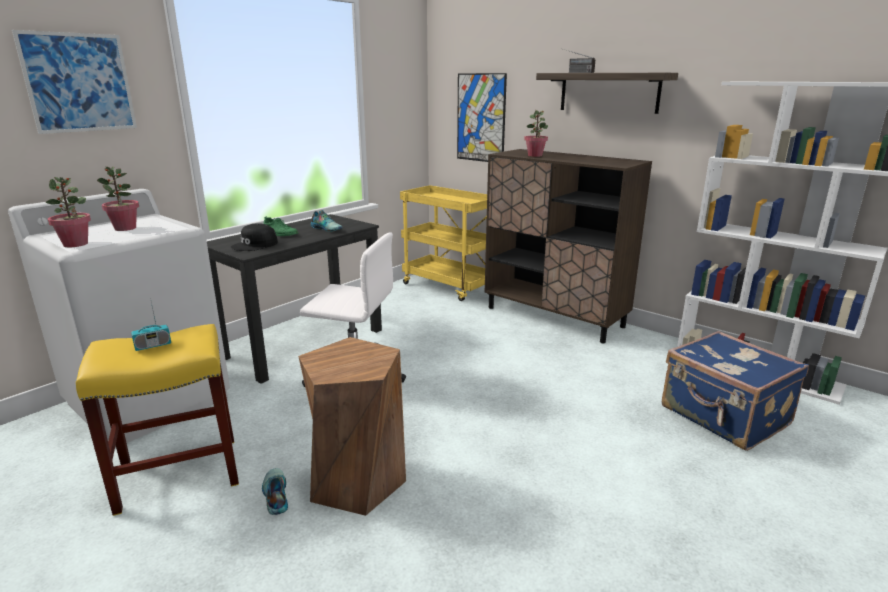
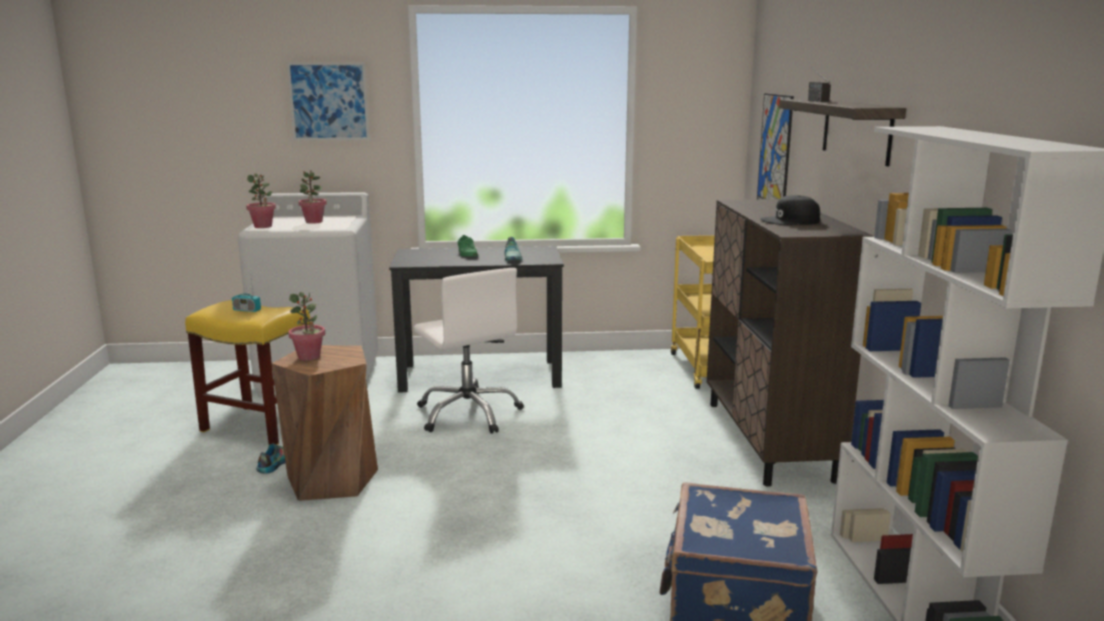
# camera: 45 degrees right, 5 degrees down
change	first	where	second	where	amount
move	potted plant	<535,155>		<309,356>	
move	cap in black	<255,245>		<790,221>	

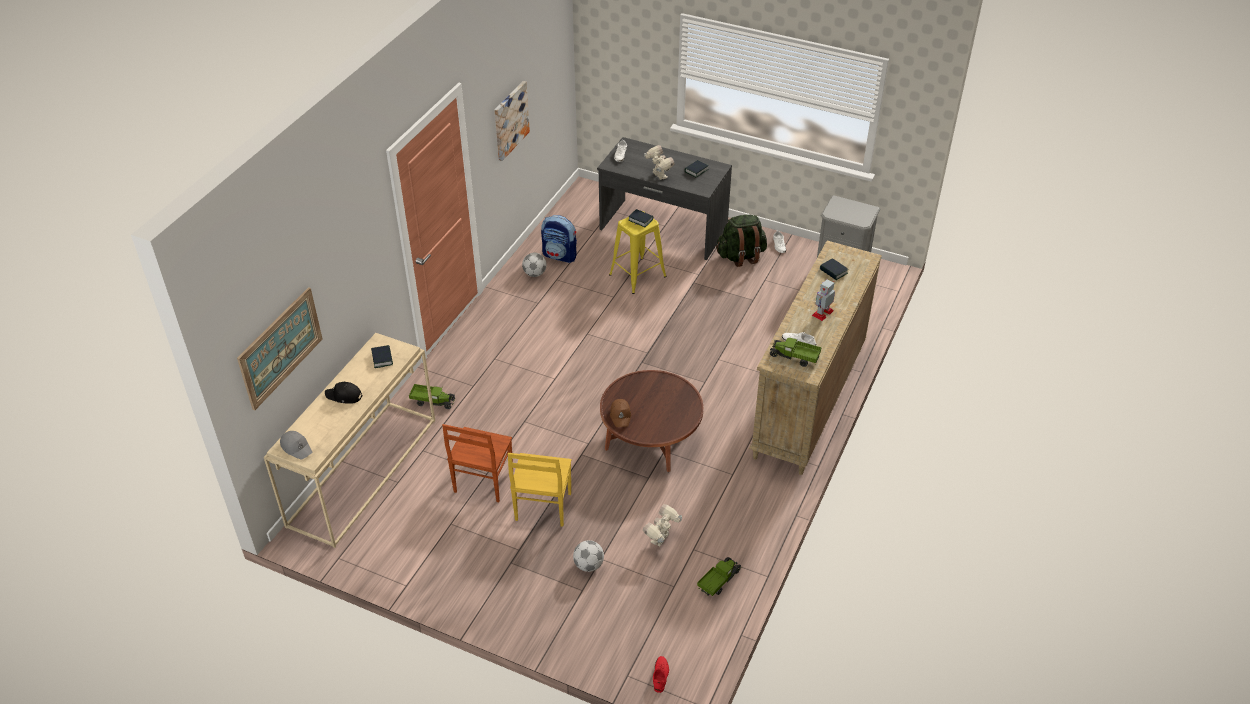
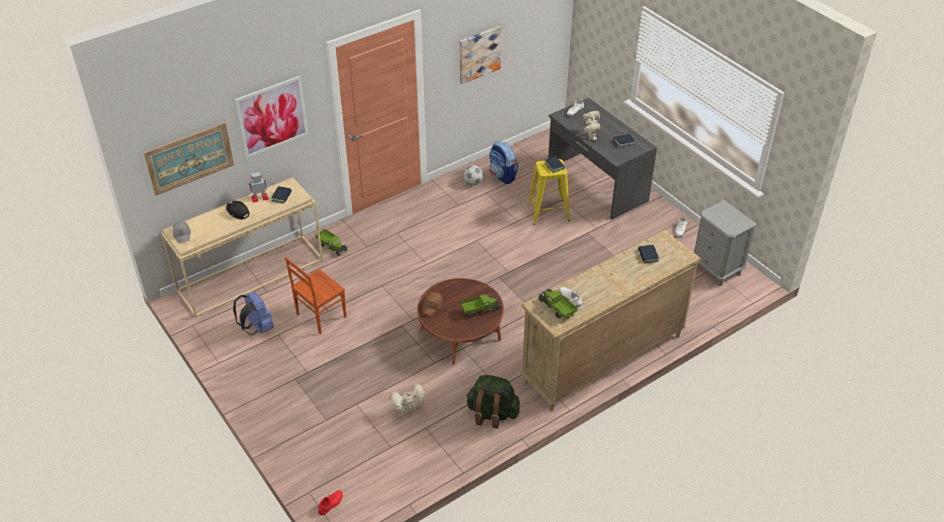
# camera: 30 degrees right, 0 degrees up
change	first	where	second	where	amount
move	backpack in green	<741,256>		<492,414>	
move	toy robot	<822,313>		<260,198>	
delete	chair in yellow	<542,507>			
delete	football	<588,565>			
move	toy truck	<718,581>		<480,309>	
insert			picture	<272,116>	
insert			backpack in blue	<257,328>	

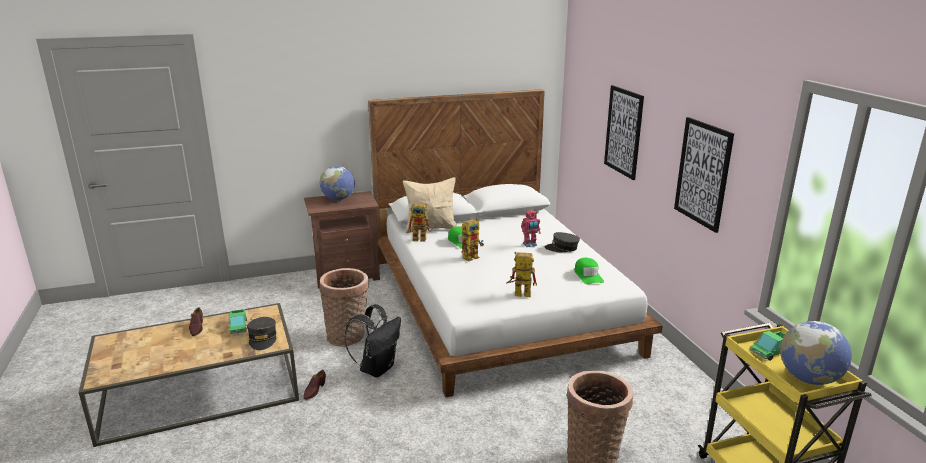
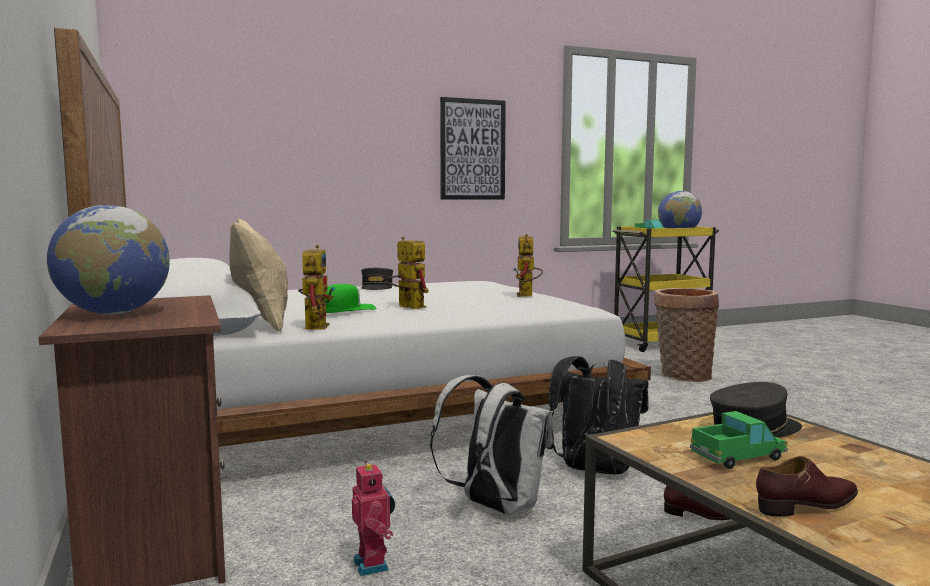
# camera: 95 degrees left, 15 degrees down
change	first	where	second	where	amount
delete	picture	<623,131>			
move	toy robot	<530,245>		<373,564>	
delete	cap in green	<588,275>			
replace	basket	<348,336>	backpack in white	<494,507>	

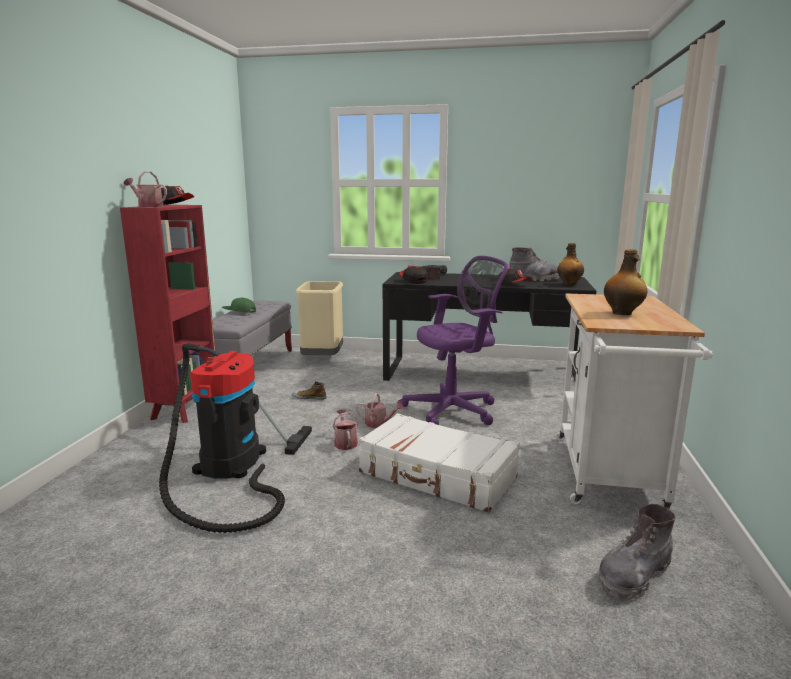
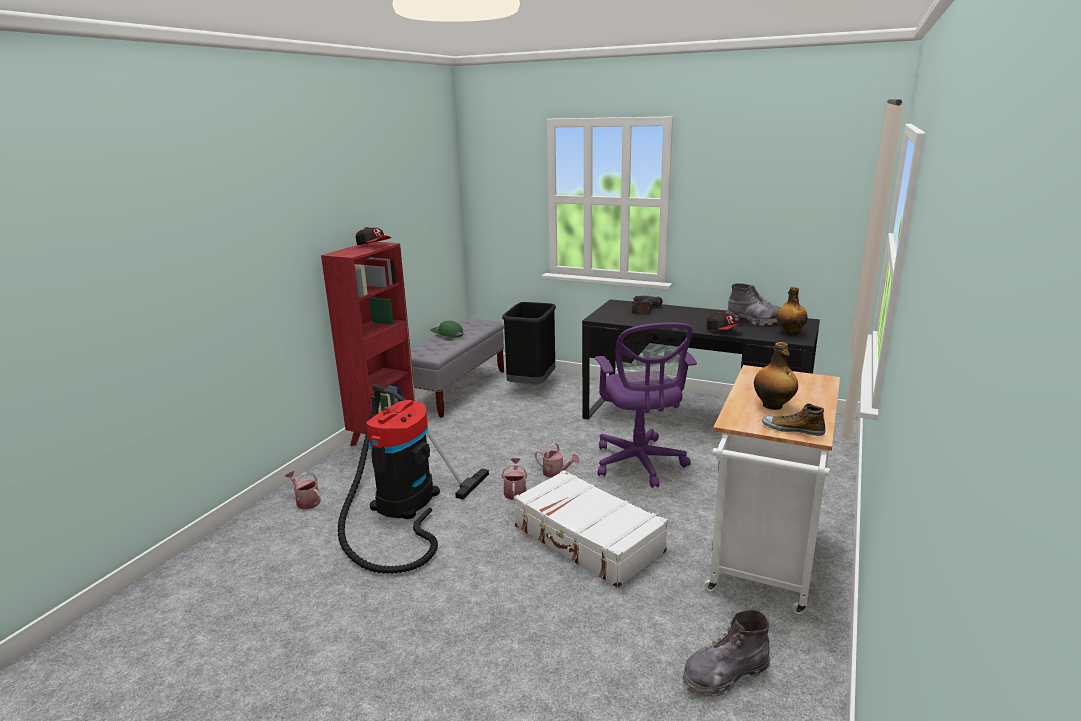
# camera: 15 degrees right, 5 degrees up
change	first	where	second	where	amount
move	watering can	<148,206>		<306,501>	
rotate	office chair in purple	<454,410>		<640,464>	90 degrees clockwise
delete	cap	<413,281>			
recolor	trash can in beige	<322,358>	trash can in black	<531,384>	
move	shoe	<309,397>		<792,429>	

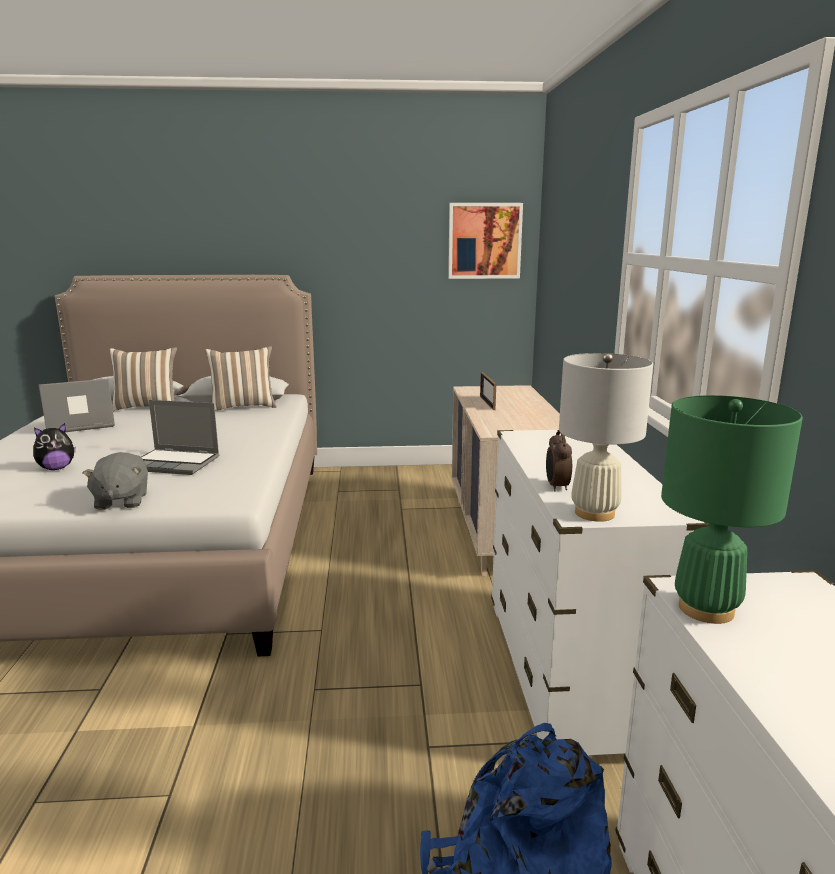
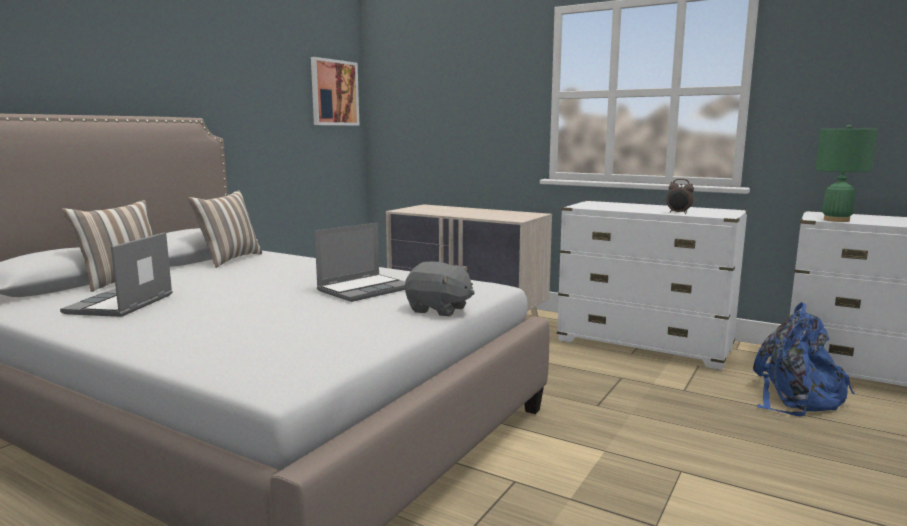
# camera: 55 degrees left, 5 degrees down
change	first	where	second	where	amount
delete	table lamp in white	<595,513>			
delete	picture frame	<487,403>			
delete	plush toy	<56,468>			

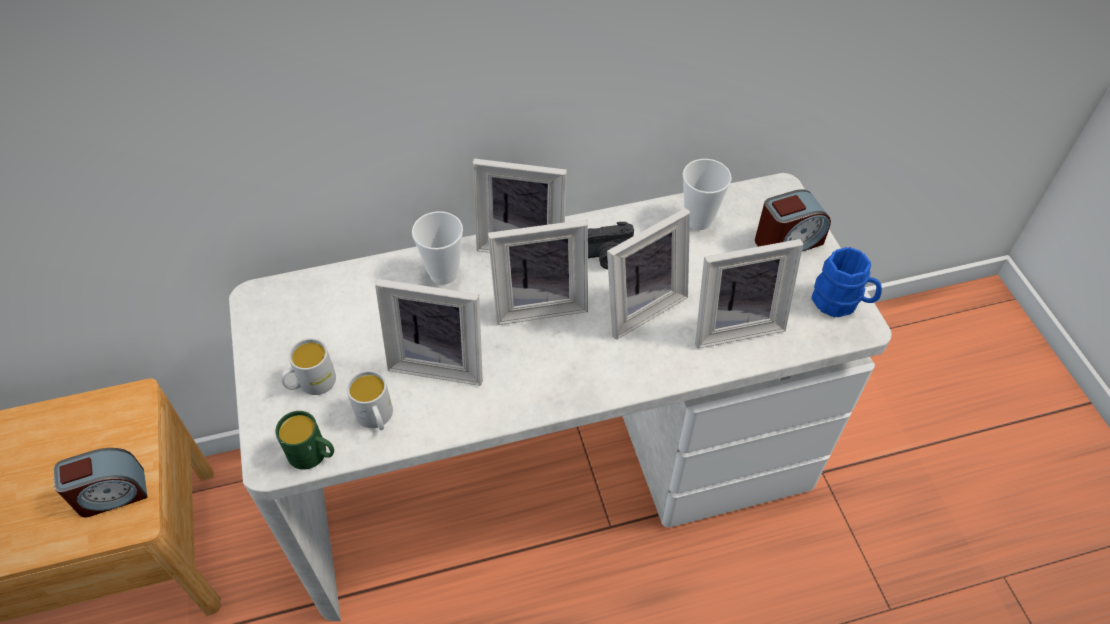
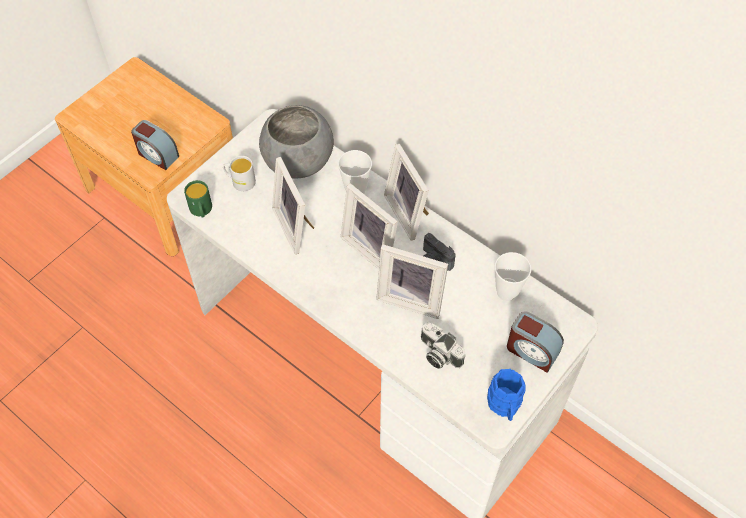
# camera: 55 degrees right, 5 degrees up
change	first	where	second	where	amount
replace	picture frame	<734,323>	photo camera	<438,354>	
delete	mug in white	<376,418>			
insert			bowl in grey	<298,163>	

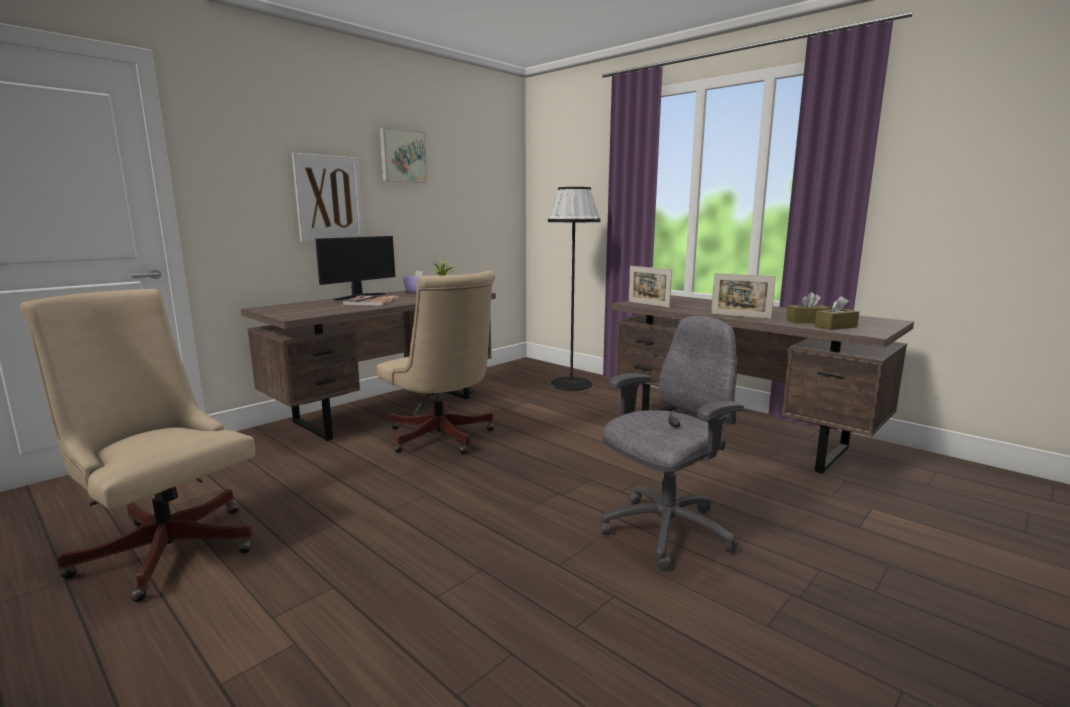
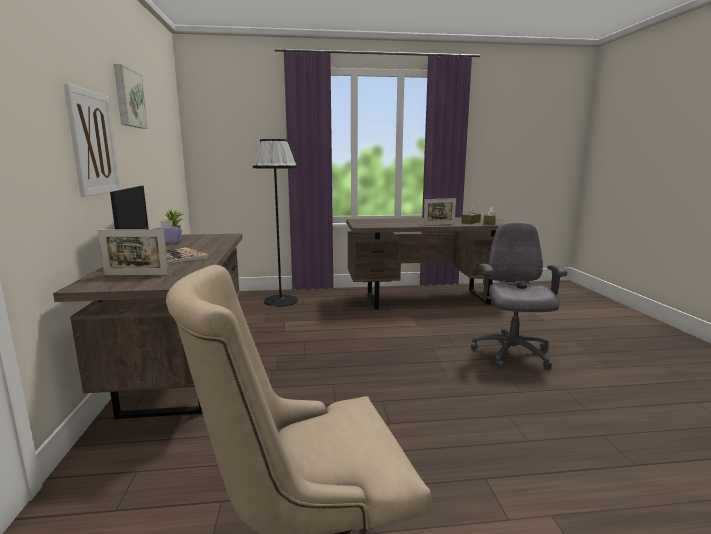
# camera: 50 degrees left, 0 degrees up
change	first	where	second	where	amount
move	picture frame	<648,304>		<136,275>	
delete	office chair in beige	<442,439>			

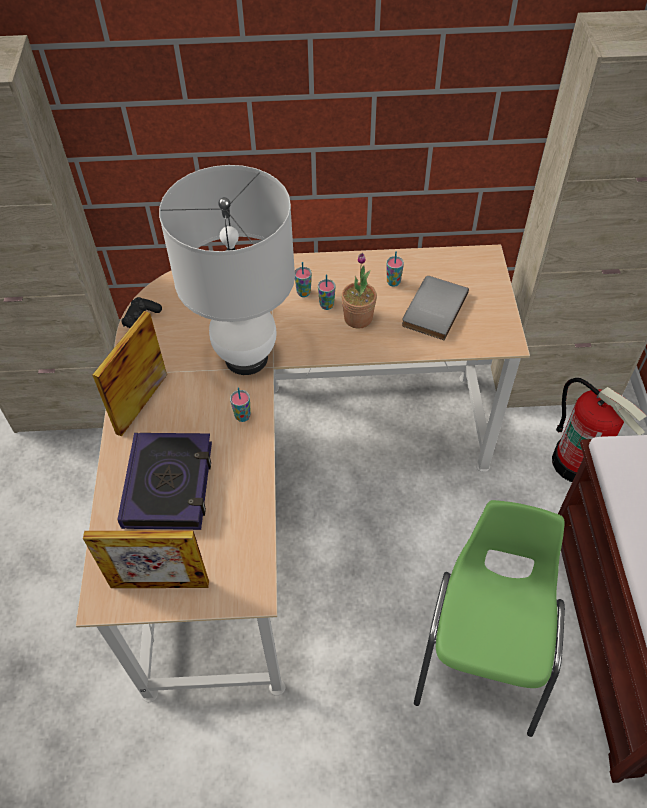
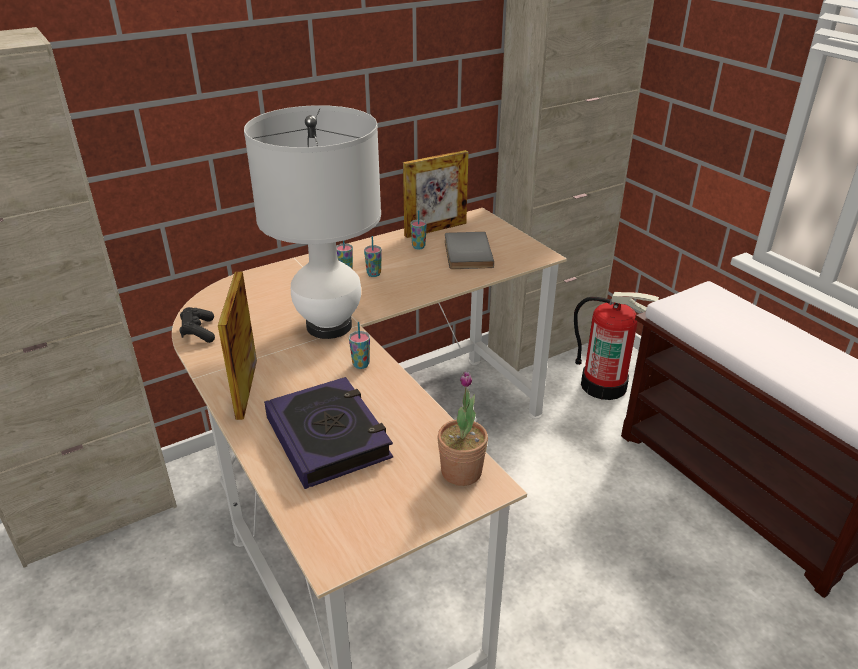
# camera: 30 degrees left, 20 degrees down
change	first	where	second	where	amount
move	potted plant	<358,318>		<461,472>	
delete	chair in green	<483,653>			
move	picture frame	<159,584>		<435,229>	

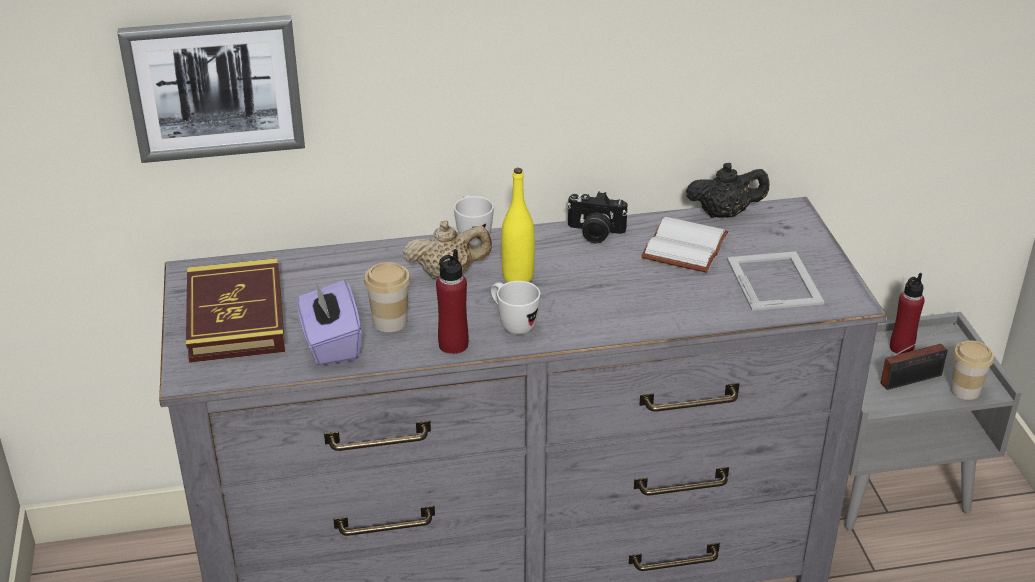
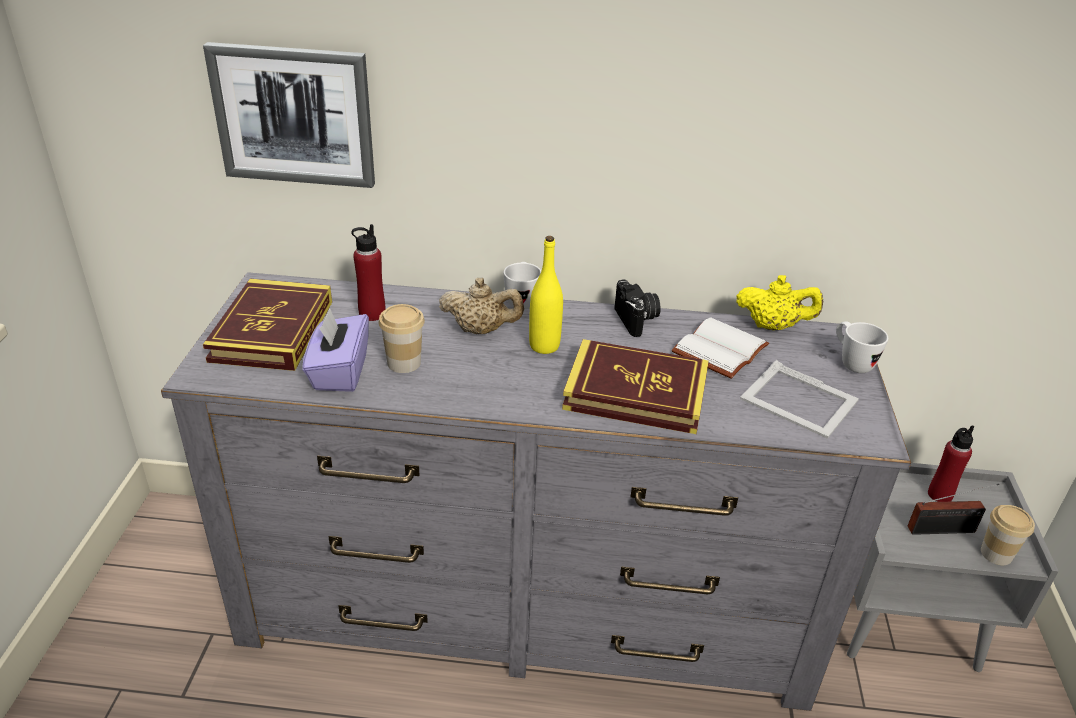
# camera: 15 degrees right, 0 degrees up
change	first	where	second	where	amount
recolor	teapot in black	<724,214>	teapot in yellow	<773,326>	
rotate	photo camera	<594,233>		<637,320>	135 degrees counterclockwise
move	bottle in red	<453,345>		<372,313>	
rotate	picture frame	<774,280>		<800,400>	120 degrees clockwise
move	mug in white	<512,324>		<851,363>	
insert			book	<635,393>	

